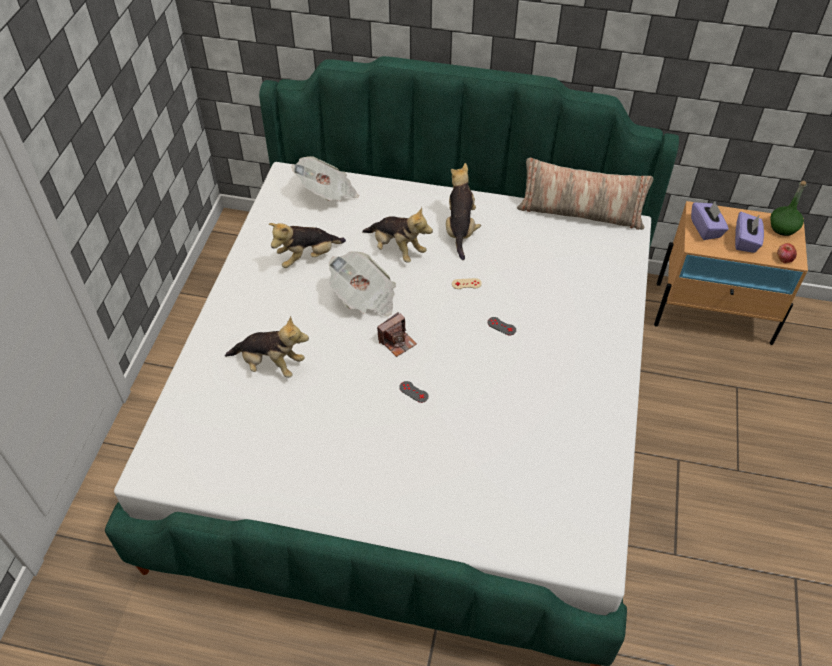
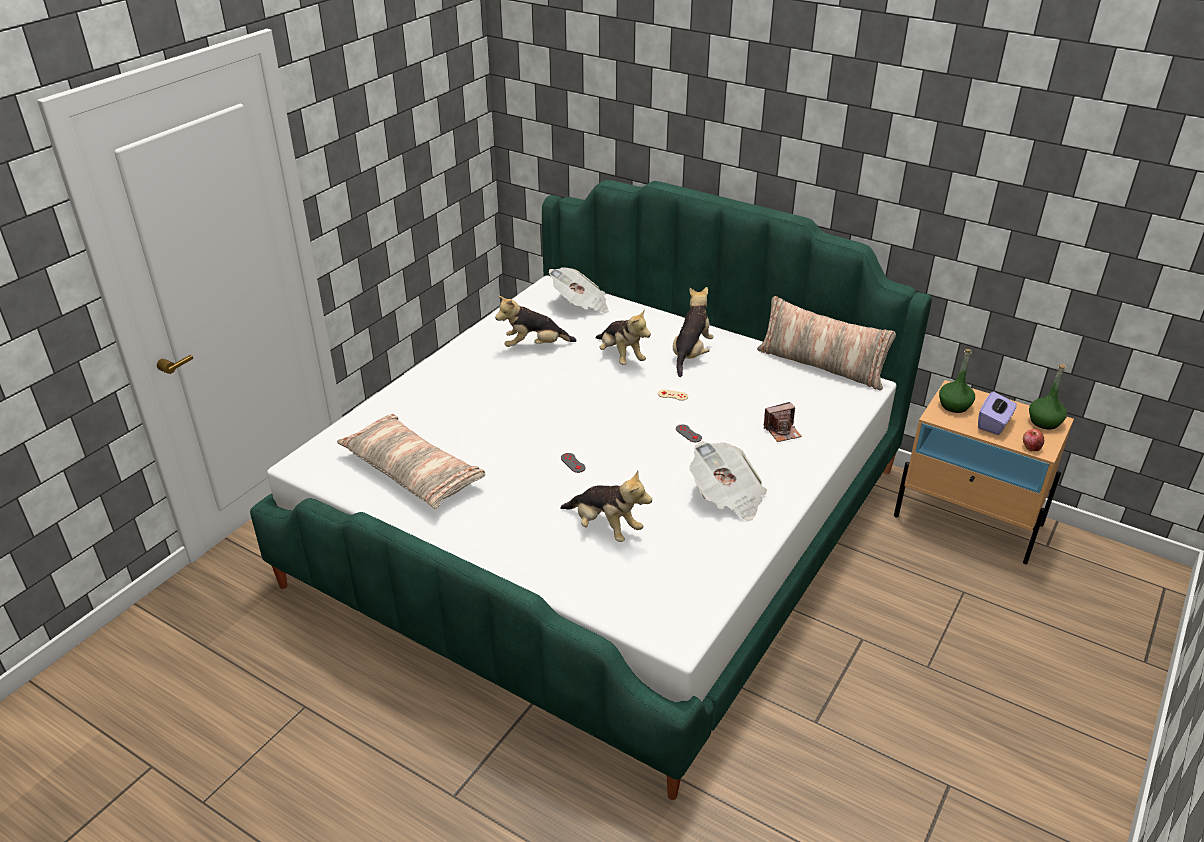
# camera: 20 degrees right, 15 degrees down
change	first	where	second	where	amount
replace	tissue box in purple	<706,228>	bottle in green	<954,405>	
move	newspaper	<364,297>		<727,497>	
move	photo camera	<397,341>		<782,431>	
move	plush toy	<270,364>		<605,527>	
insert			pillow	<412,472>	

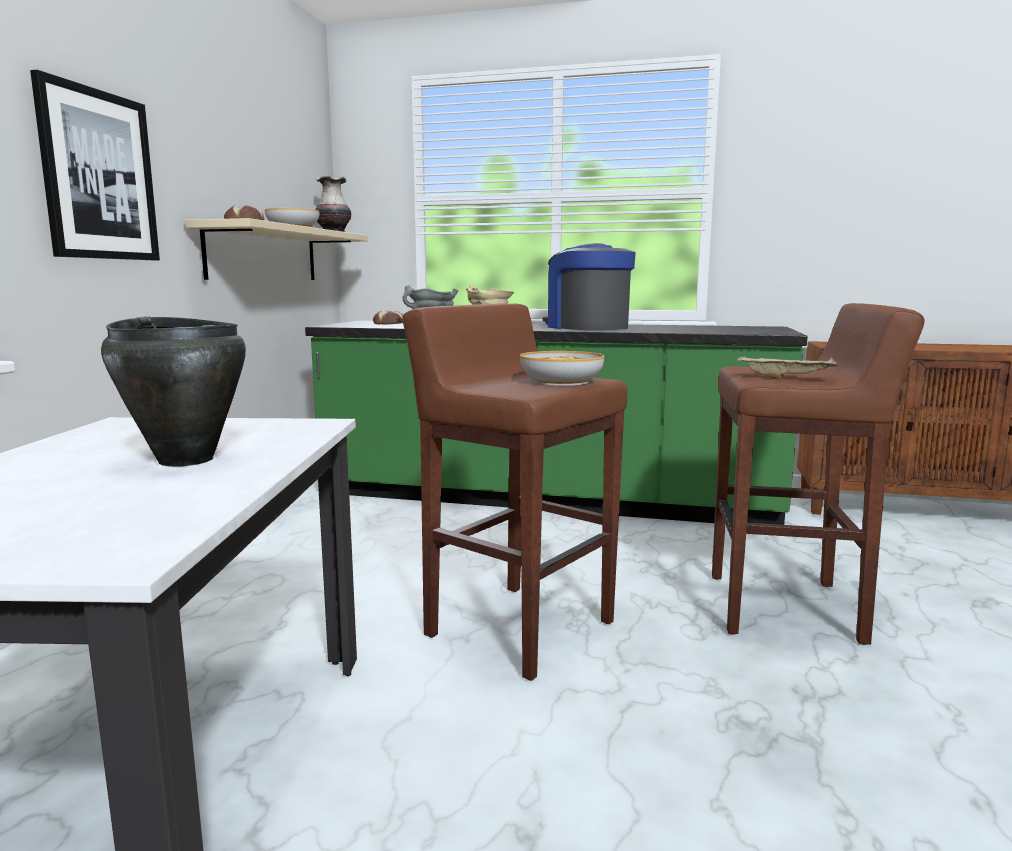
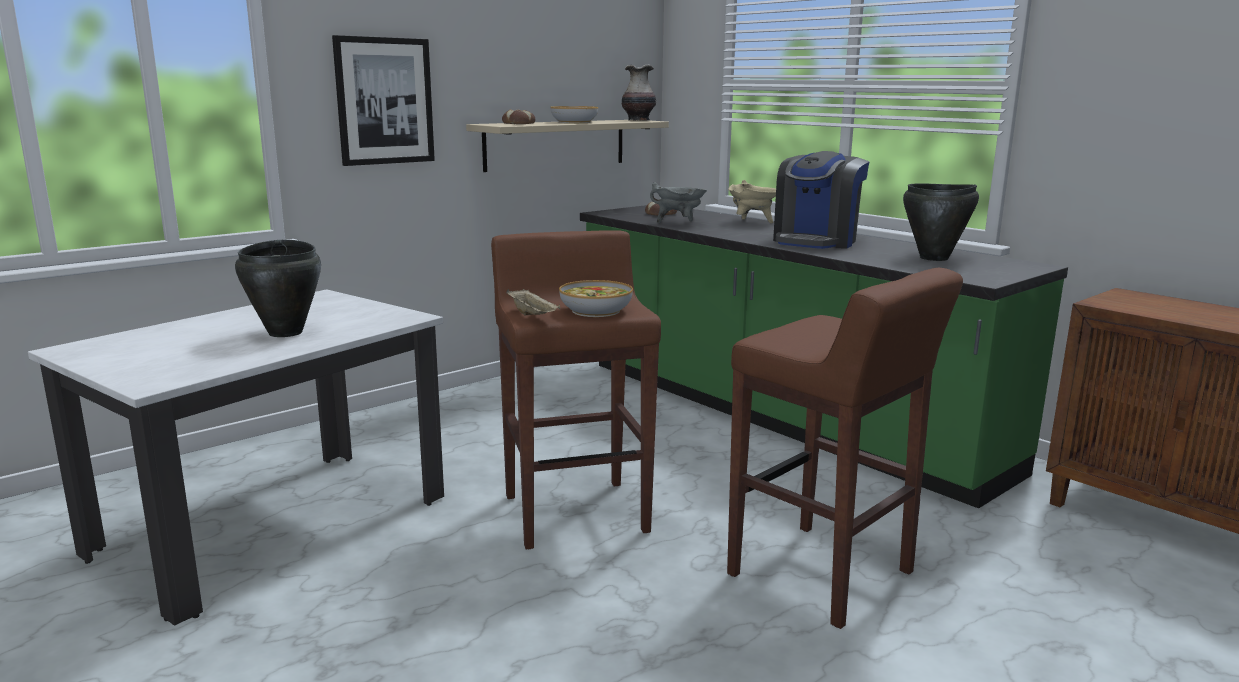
# camera: 35 degrees right, 5 degrees up
change	first	where	second	where	amount
rotate	coffee machine	<586,327>		<816,241>	150 degrees counterclockwise
move	tray in beige	<787,378>		<533,316>	
insert			cooking pot in black	<934,258>	

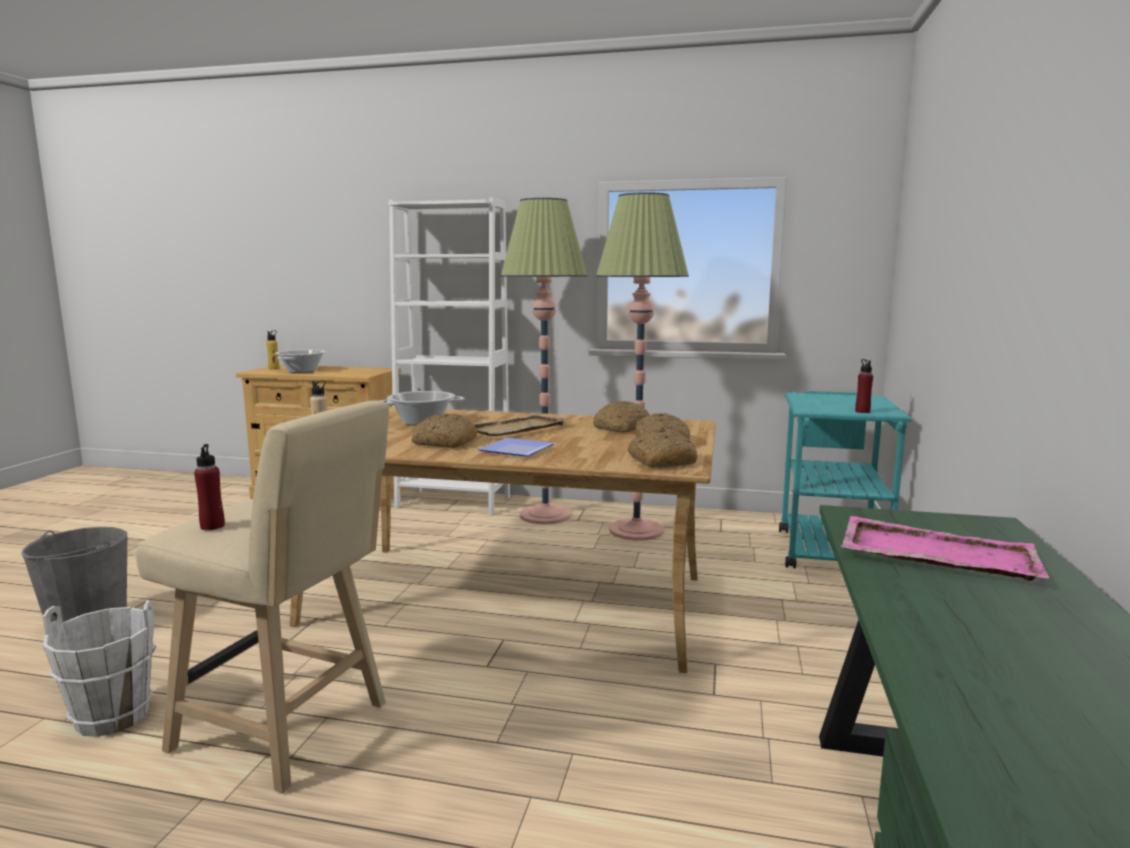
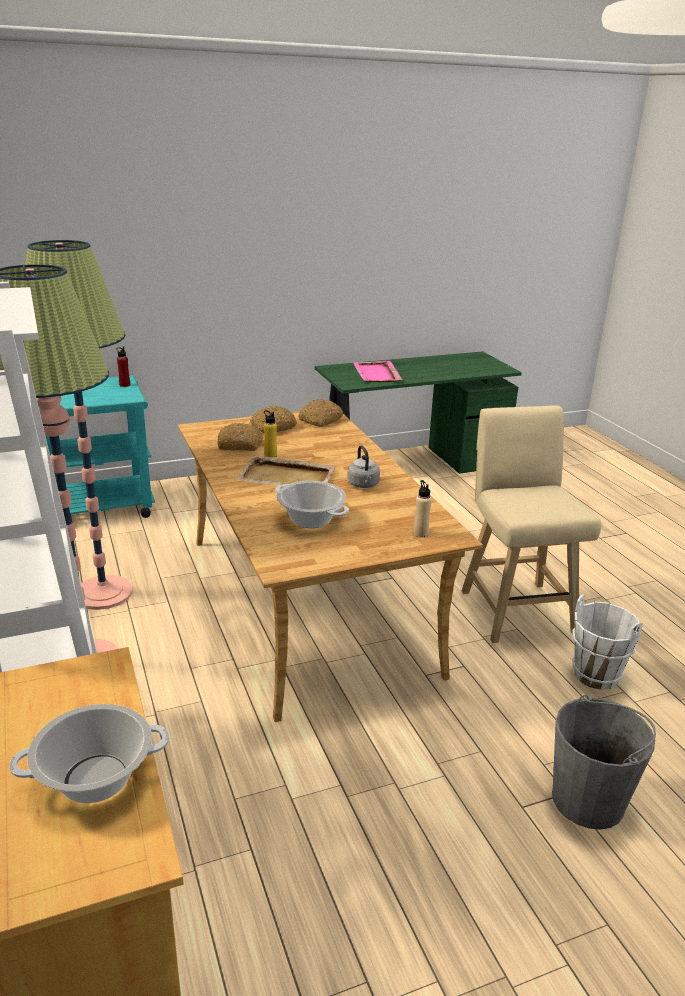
# camera: 125 degrees left, 15 degrees up
change	first	where	second	where	amount
move	bottle in yellow	<274,368>		<270,455>	
replace	bread	<444,442>	kettle in grey	<363,485>	
delete	plate	<519,450>			
delete	bottle in red	<212,526>			

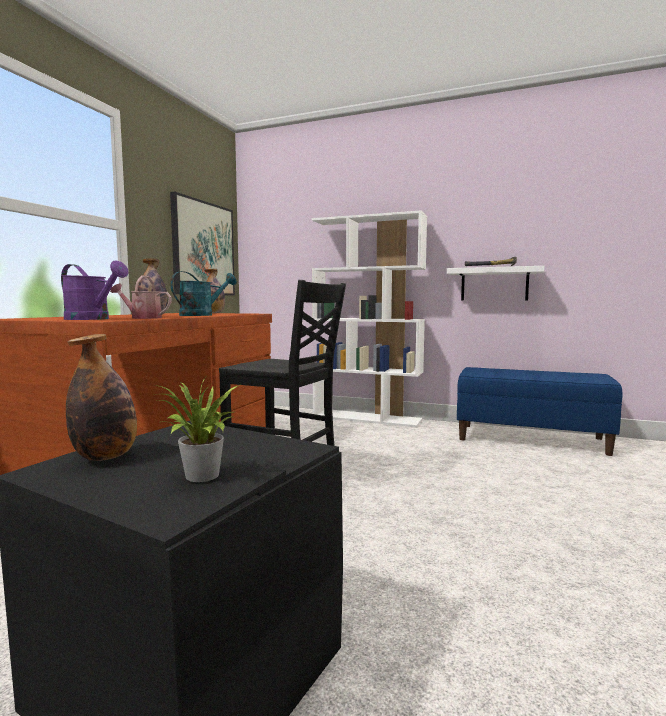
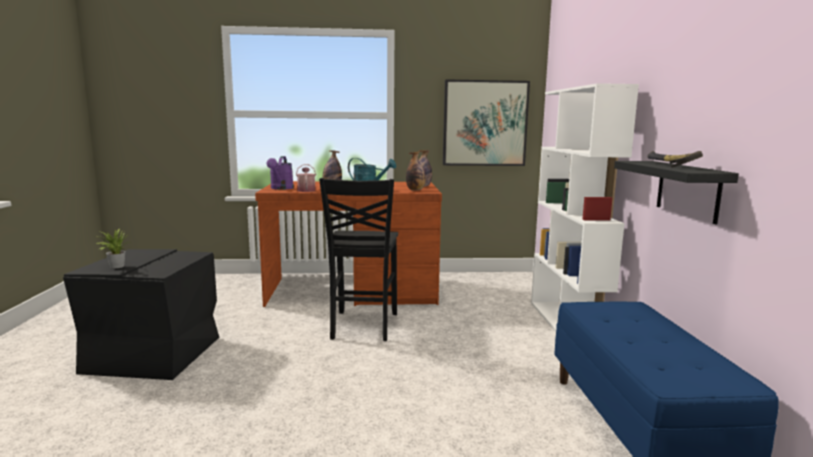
# camera: 65 degrees right, 5 degrees up
change	first	where	second	where	amount
recolor	shelf in white	<494,284>	shelf in black	<687,190>	
move	bottle	<105,457>		<415,190>	

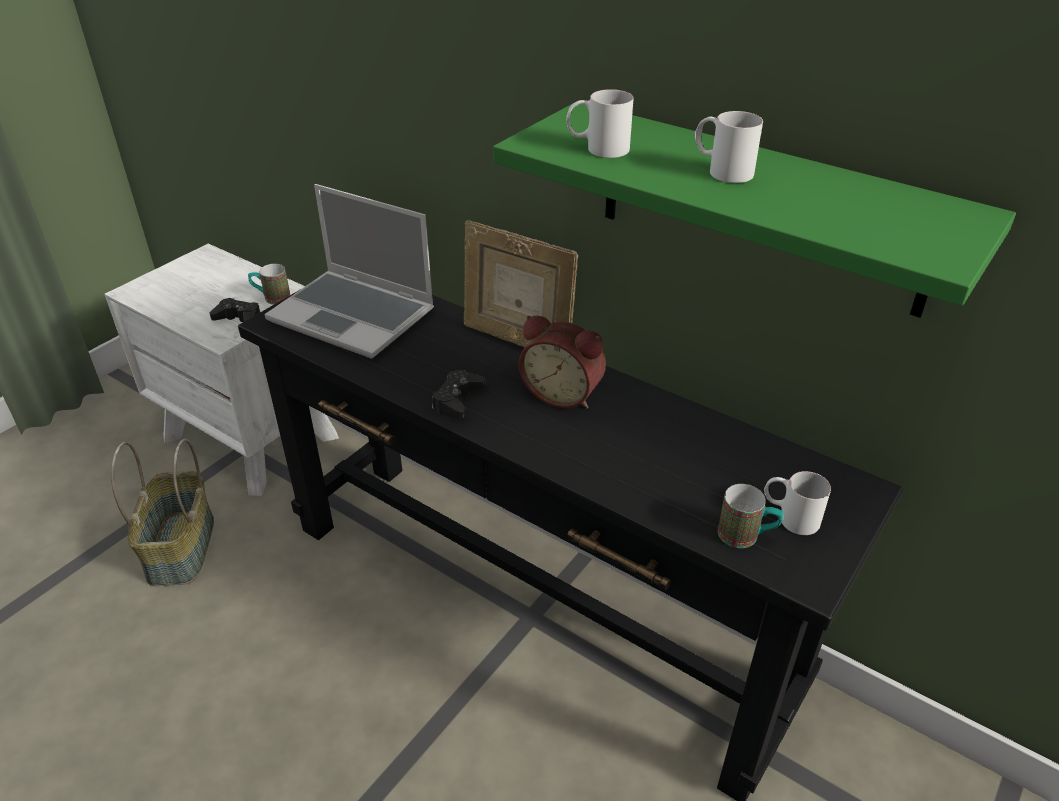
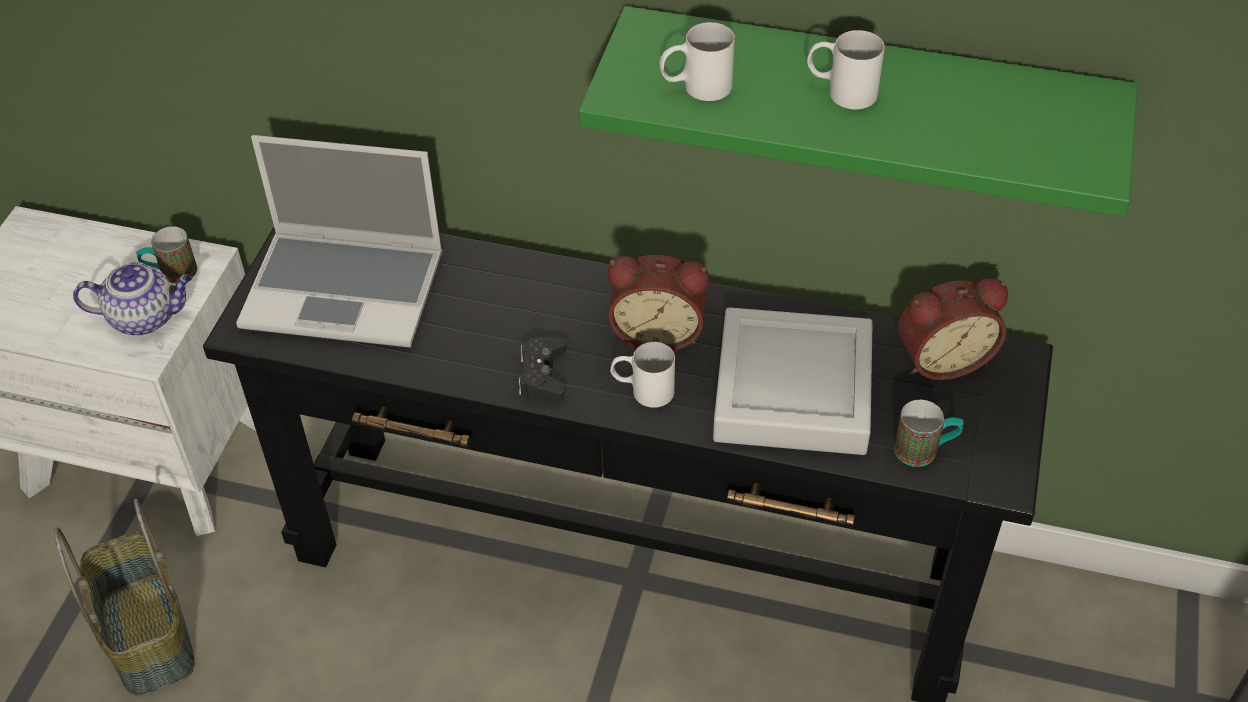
# camera: 20 degrees left, 10 degrees up
change	first	where	second	where	amount
delete	picture frame	<517,340>			
replace	game controller in black	<238,318>	teapot	<145,317>	
move	mug in white	<789,517>		<642,390>	
insert			alarm clock	<942,357>	
insert			tray in grey	<792,391>	

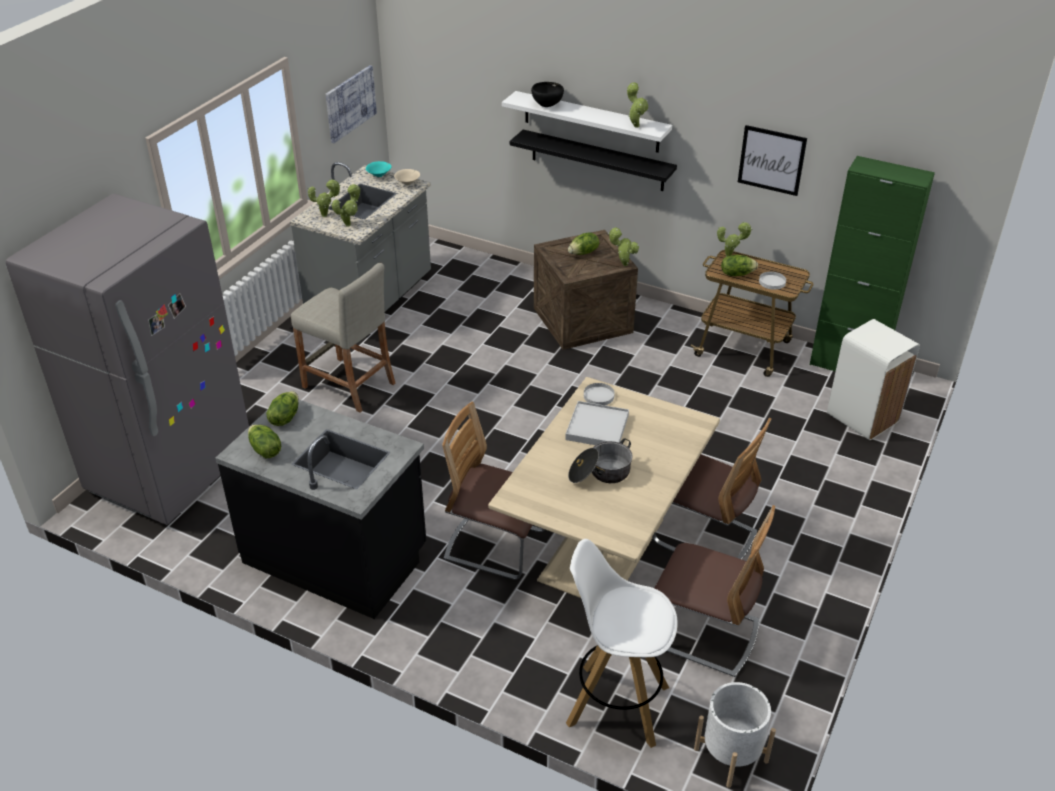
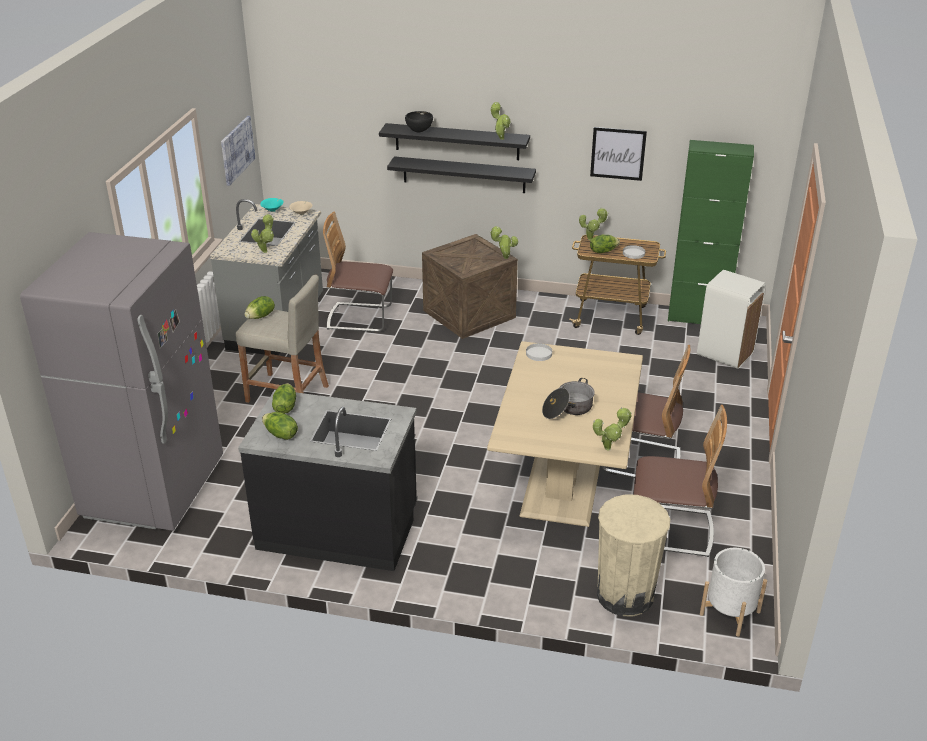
# camera: 15 degrees left, 5 degrees down
change	first	where	second	where	amount
recolor	shelf in white	<591,122>	shelf in black	<457,141>	
move	potted plant	<326,215>		<610,448>	
move	lettuce	<584,253>		<261,316>	
delete	tray in white	<597,427>			
move	chair	<495,546>		<360,318>	
replace	stool in white	<616,704>	trash can in beige	<625,595>	

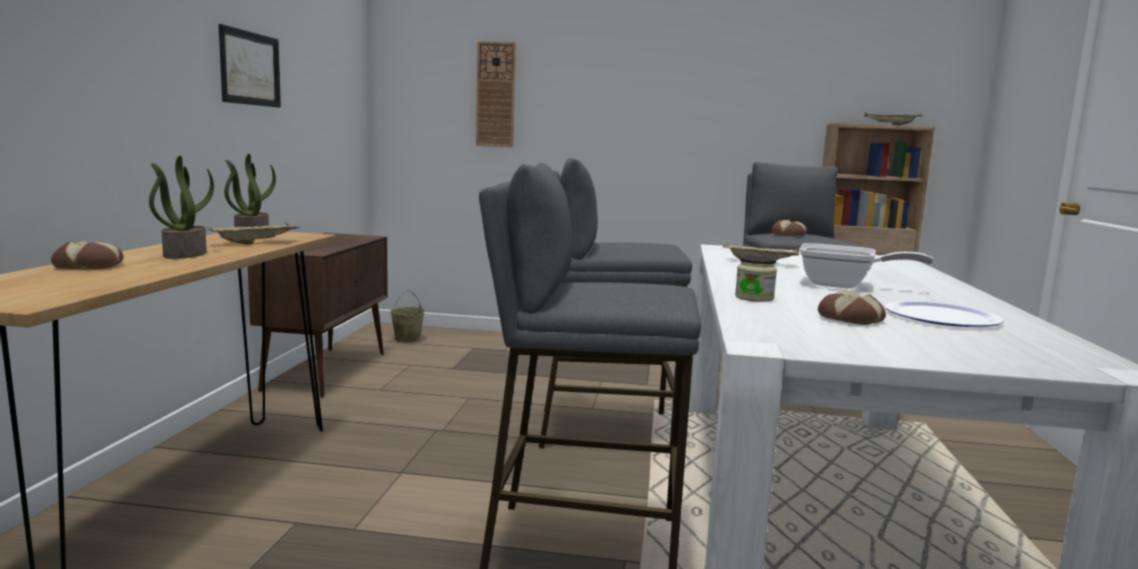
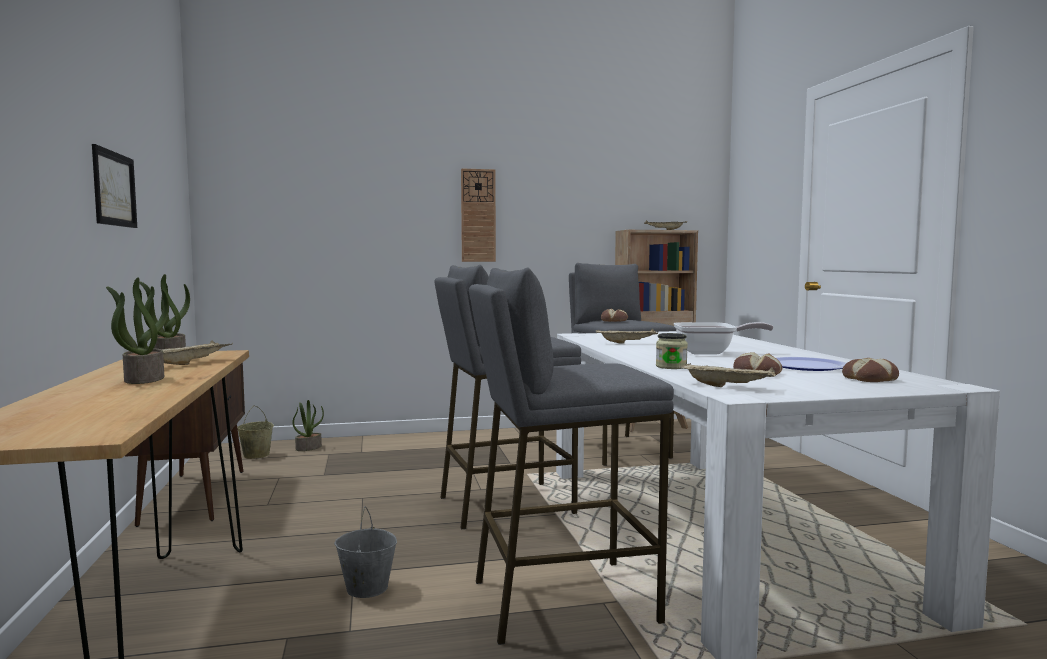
# camera: 20 degrees left, 5 degrees down
change	first	where	second	where	amount
move	wall clock	<495,95>		<478,215>	
move	bread	<90,265>		<868,378>	
insert			tray in beige	<728,386>	
insert			potted plant	<308,448>	
insert			bucket in grey	<366,588>	

